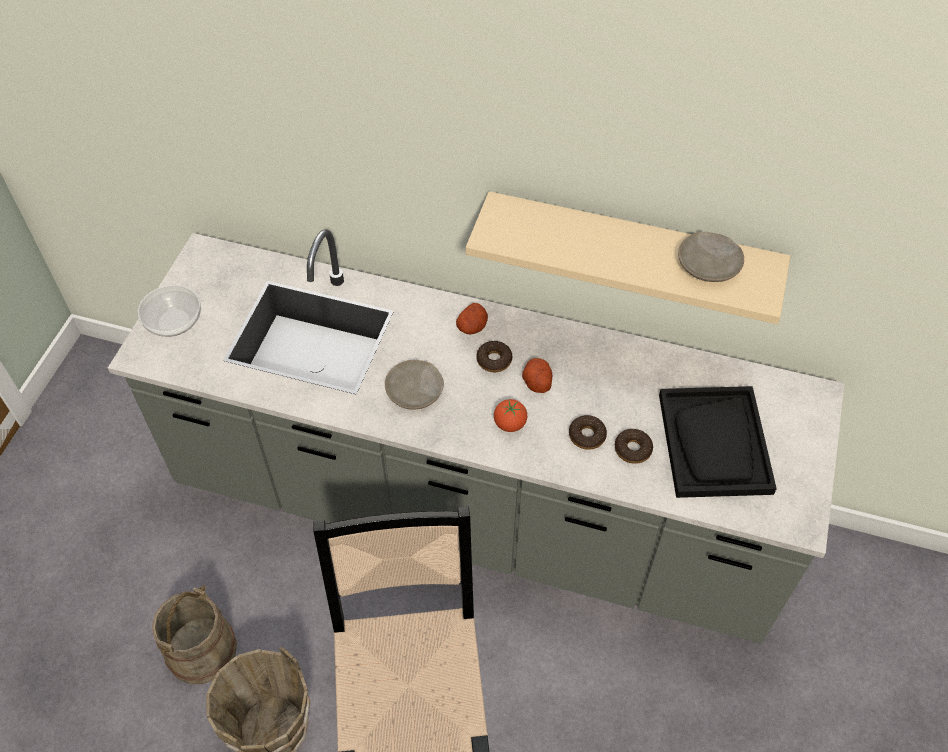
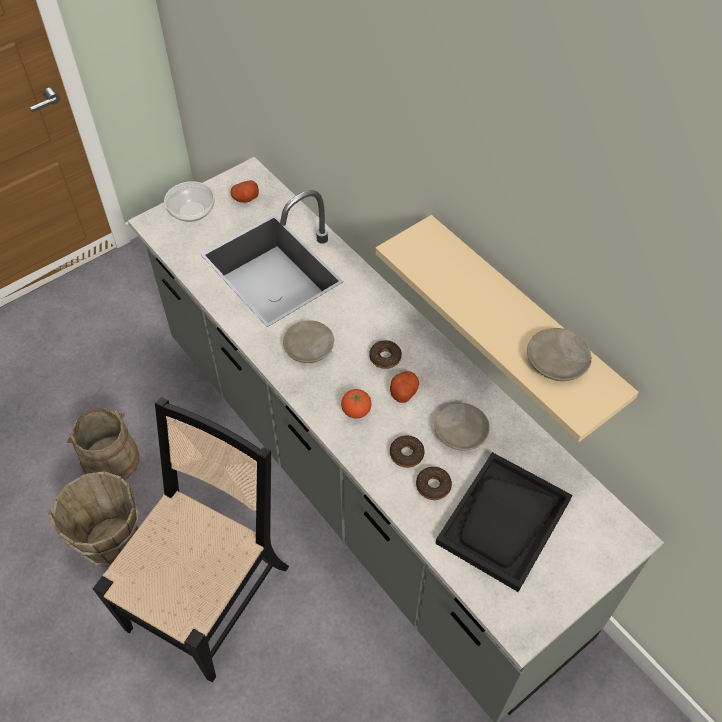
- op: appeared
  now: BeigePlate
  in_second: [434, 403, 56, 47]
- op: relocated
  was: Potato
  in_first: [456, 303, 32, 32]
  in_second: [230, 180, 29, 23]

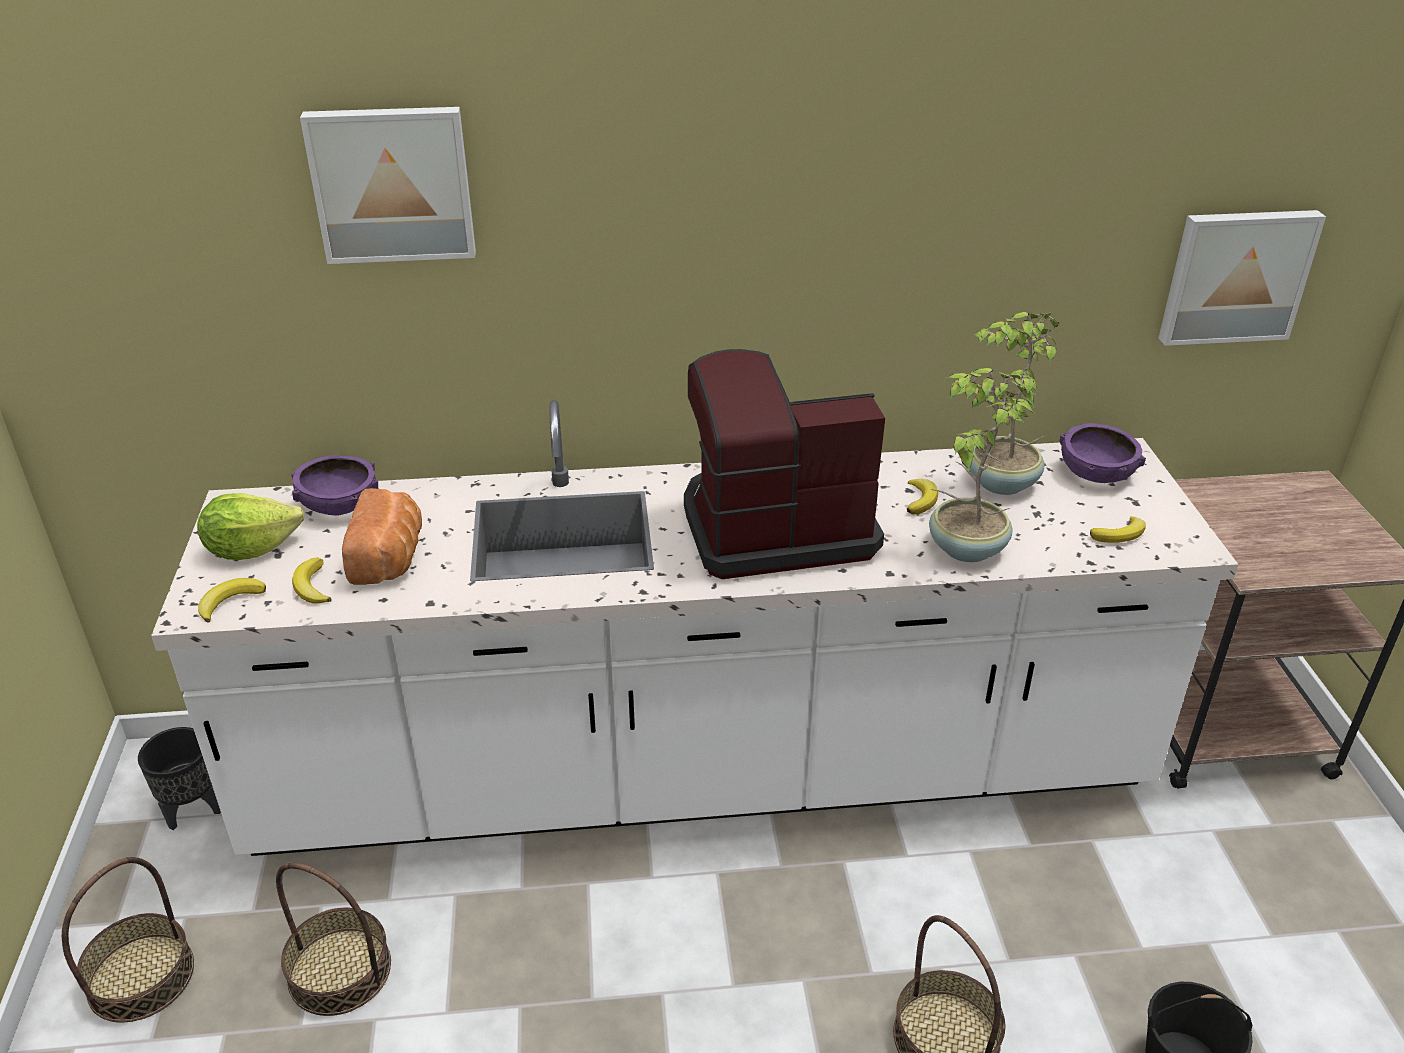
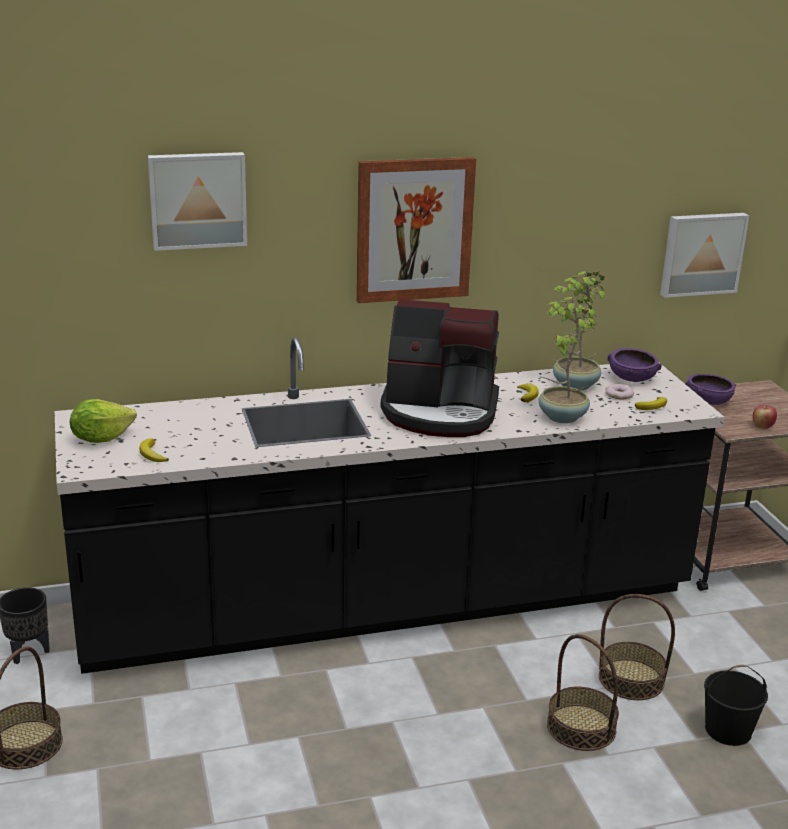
- op: missing
  was: Banana
  in_first: [198, 578, 68, 45]
- op: missing
  was: Bread
  in_first: [342, 488, 80, 97]
- op: appeared
  now: Picture
  in_second: [356, 157, 120, 146]
- op: appeared
  now: Donut
  in_second: [605, 384, 29, 15]
- op: appeared
  now: Apple
  in_second: [753, 405, 24, 24]
- op: relocated
  was: Basket
  in_first: [276, 862, 115, 154]
  in_second: [599, 594, 76, 106]
- op: relocated
  was: PurpleBowl
  in_first: [292, 455, 86, 61]
  in_second: [685, 374, 51, 31]
- op: colour
  was: WhiteCounter
  now: BlackCounter
  in_first: [151, 400, 1087, 456]
  in_second: [55, 337, 670, 337]
- op: spun
  was: CoffeeMachine
  in_first: [684, 349, 201, 230]
  in_second: [381, 299, 118, 138]
  clockwise: -150

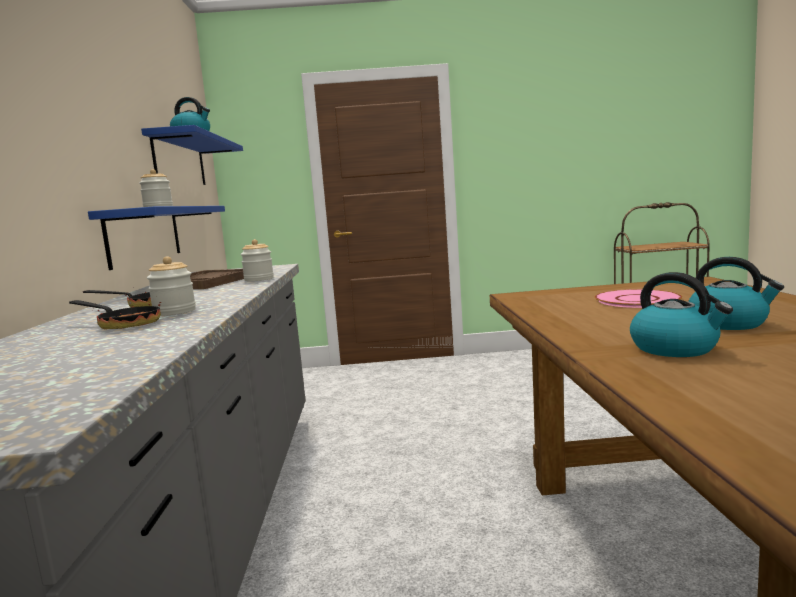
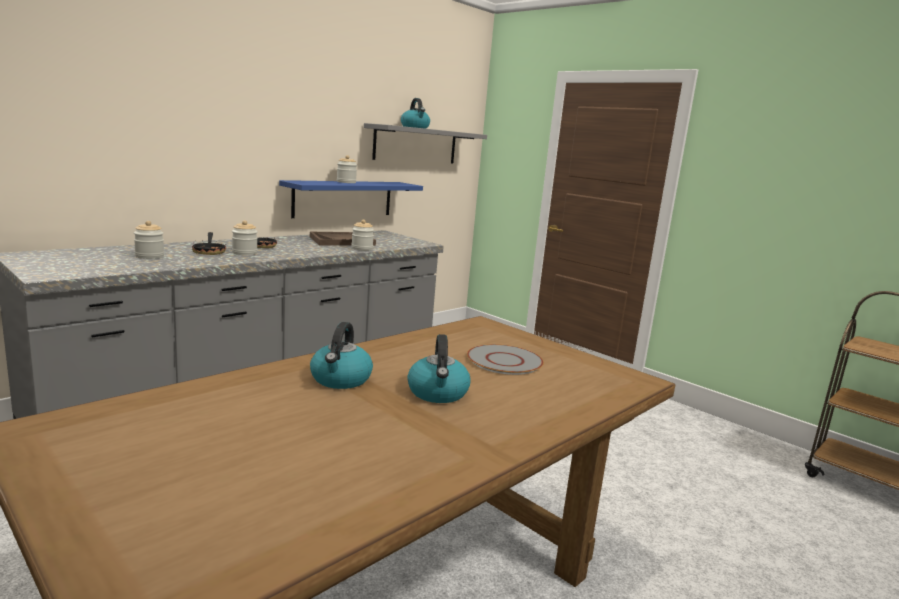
- op: appeared
  now: Jar
  in_second: [134, 221, 30, 38]
- op: colour
  was: BlueShelf
  now: GreyShelf
  in_first: [141, 125, 102, 60]
  in_second: [364, 123, 123, 40]
- op: colour
  was: PinkPlate
  now: GreyPlate
  in_first: [595, 289, 87, 19]
  in_second: [467, 344, 77, 31]

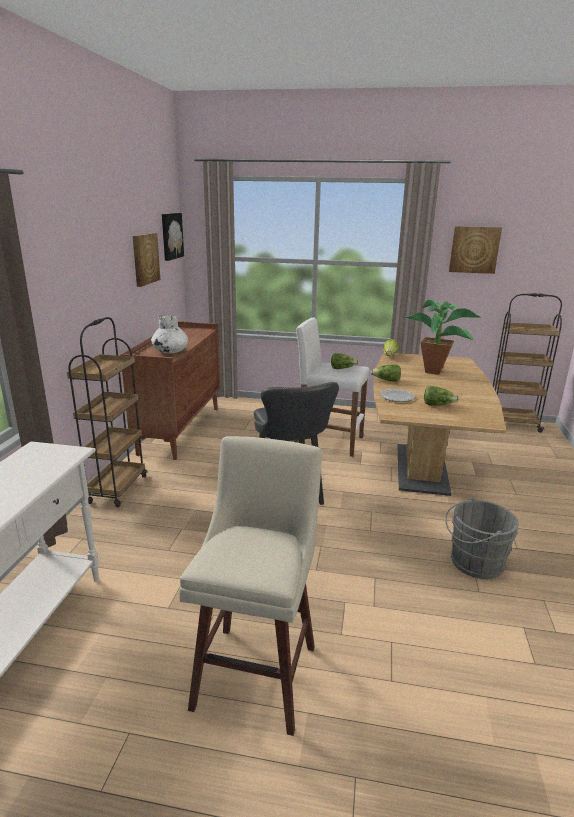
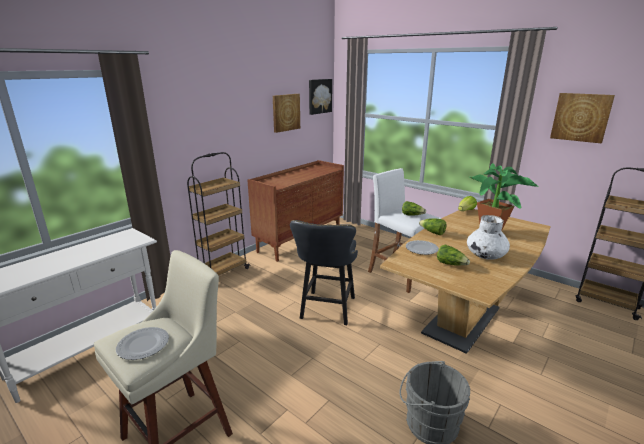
- op: appeared
  now: Plate
  in_second: [116, 327, 53, 33]
- op: relocated
  was: WhiteVase
  in_first: [151, 314, 37, 39]
  in_second: [467, 215, 43, 45]

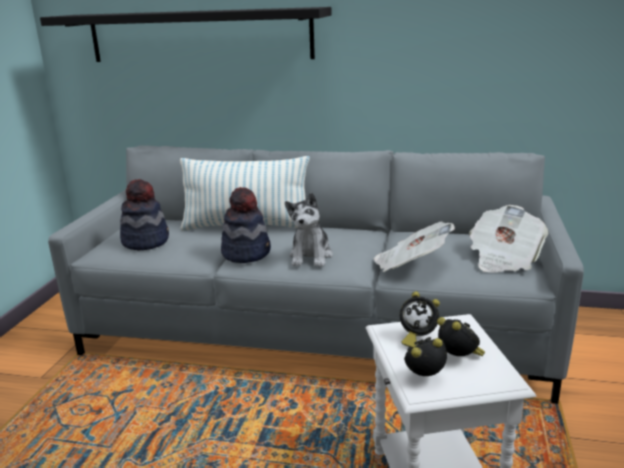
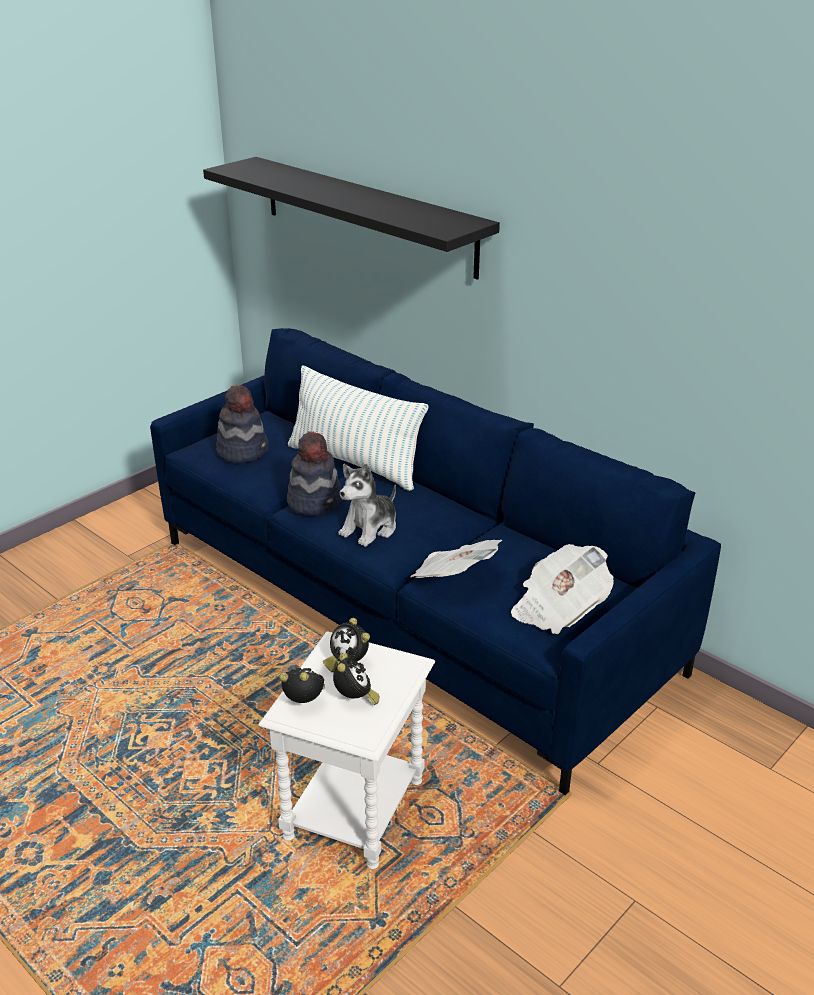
- op: colour
  was: GreySofa
  now: BlueSofa
  in_first: [48, 145, 536, 259]
  in_second: [150, 328, 571, 467]

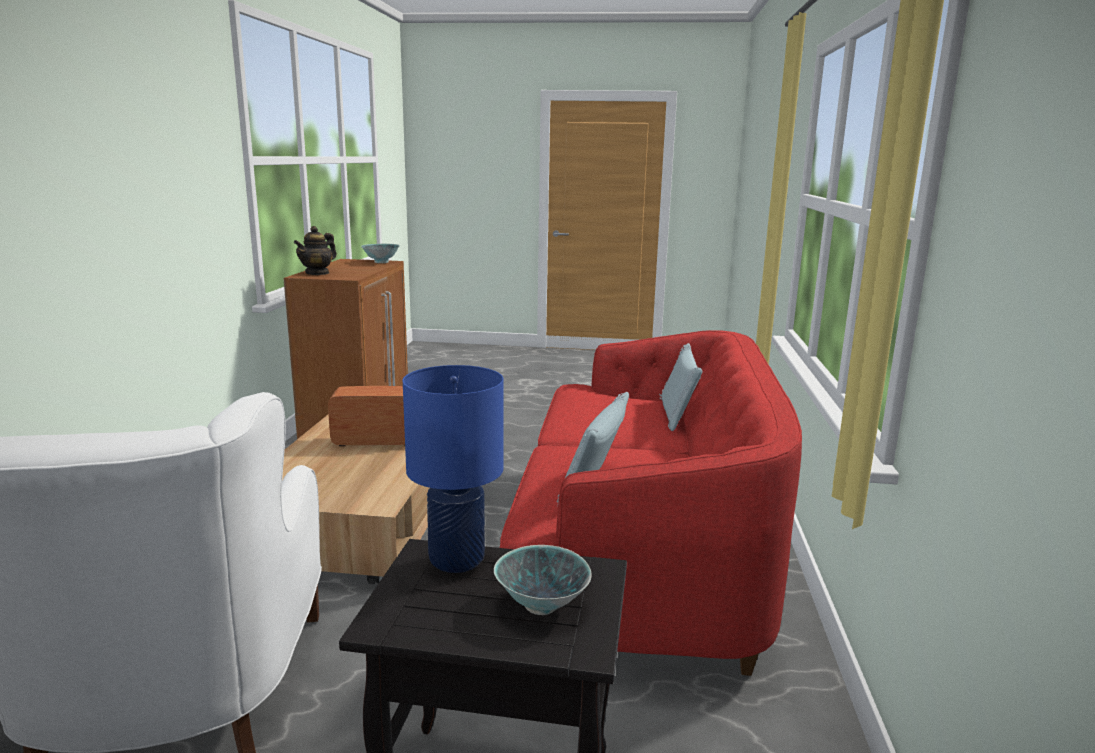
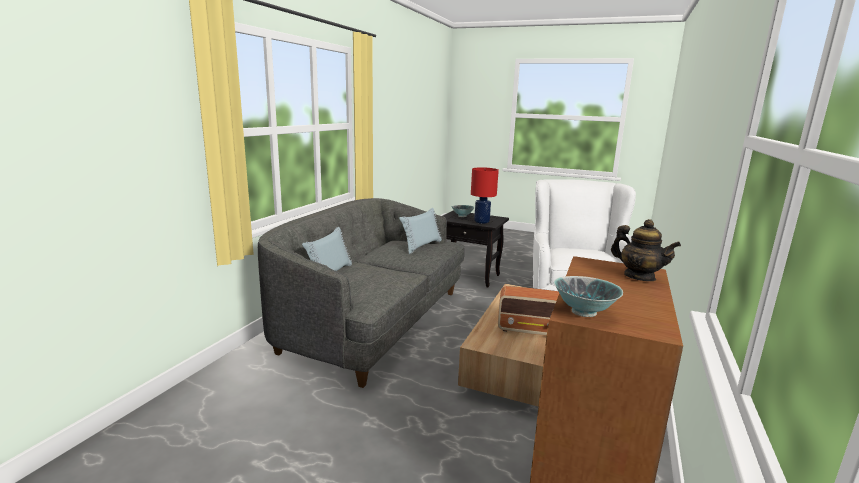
- op: colour
  was: BlueTableLamp
  now: RedTableLamp
  in_first: [403, 365, 101, 208]
  in_second: [471, 167, 28, 57]
- op: colour
  was: RedSofa
  now: GreySofa
  in_first: [500, 330, 302, 346]
  in_second: [258, 198, 206, 190]
- op: spun
  was: Teapot
  in_first: [294, 226, 43, 49]
  in_second: [611, 219, 70, 62]
  clockwise: 90

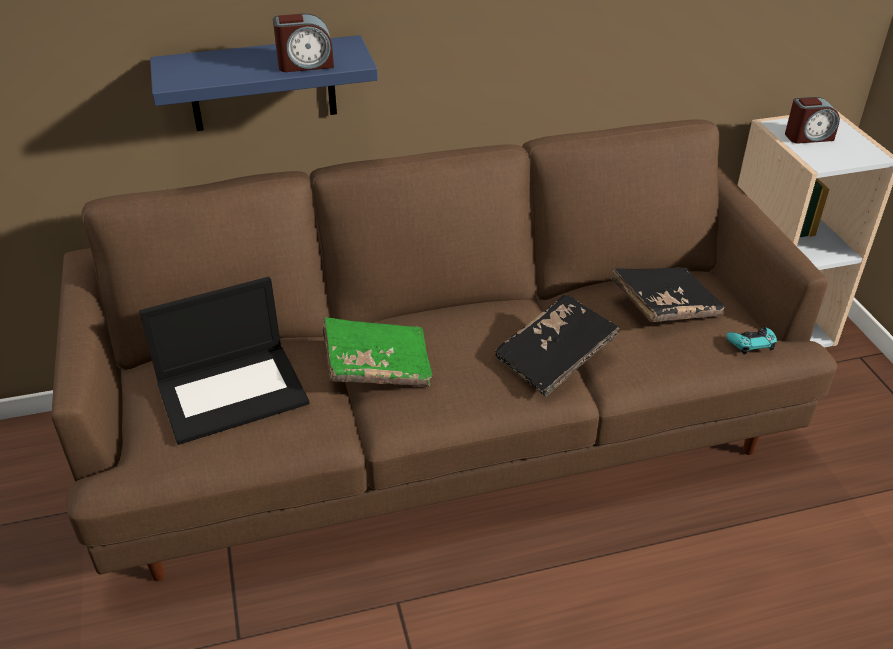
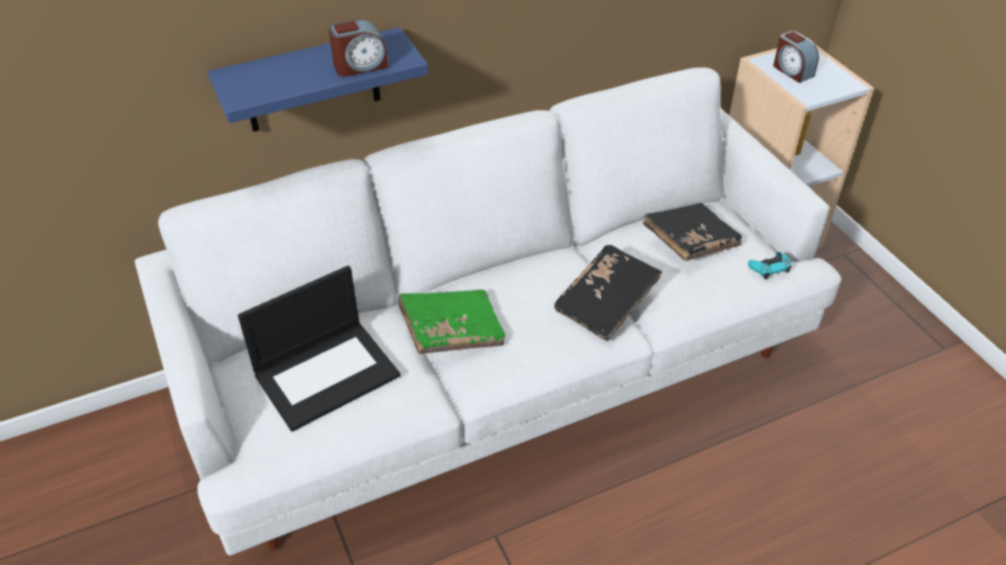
- op: colour
  was: BrownSofa
  now: WhiteSofa
  in_first: [52, 119, 785, 462]
  in_second: [135, 67, 706, 489]
- op: spun
  was: AlarmClock
  in_first: [785, 97, 55, 46]
  in_second: [773, 31, 46, 52]
  clockwise: 75

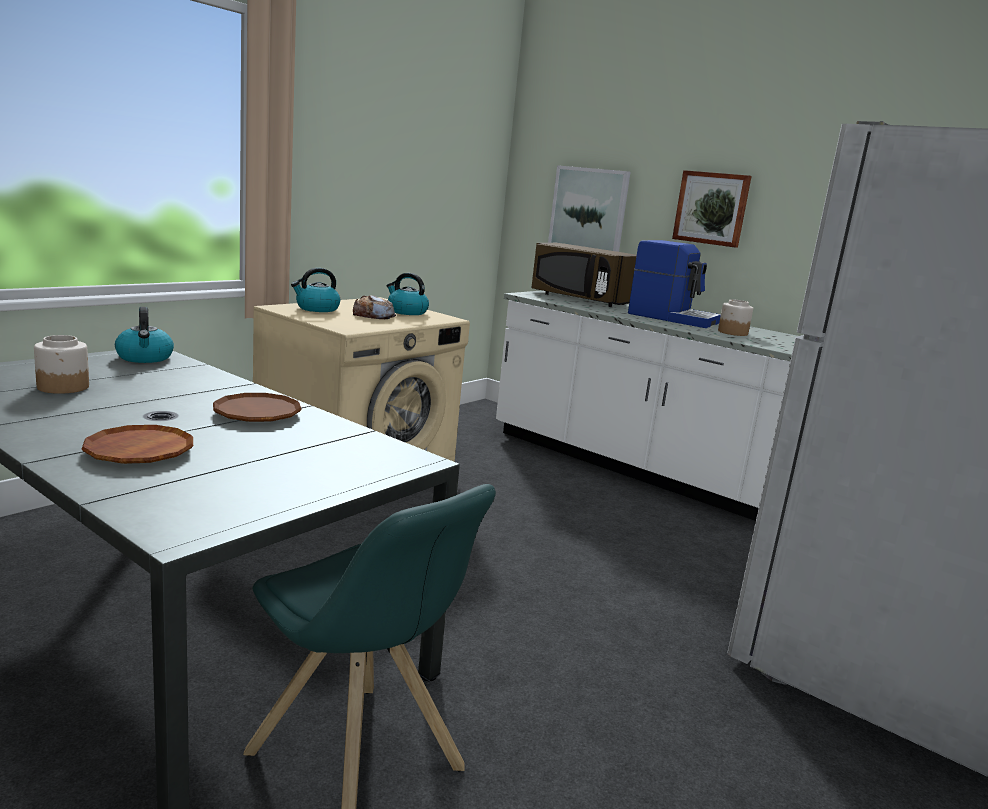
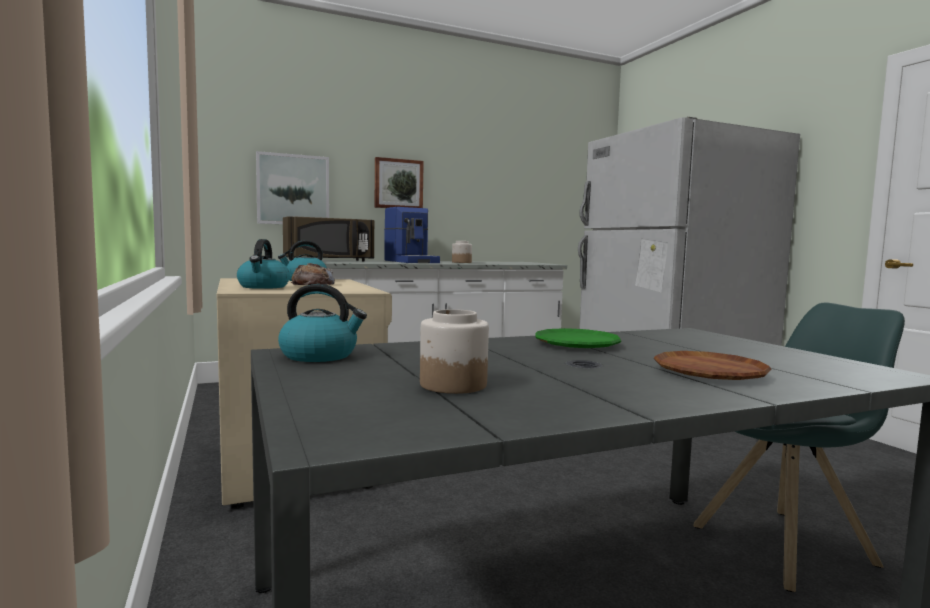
- op: colour
  was: BrownPlate
  now: GreenPlate
  in_first: [213, 393, 89, 29]
  in_second: [535, 328, 86, 20]
- op: spun
  was: CoffeeMachine
  in_first: [628, 240, 93, 88]
  in_second: [384, 207, 56, 56]
  clockwise: 90

